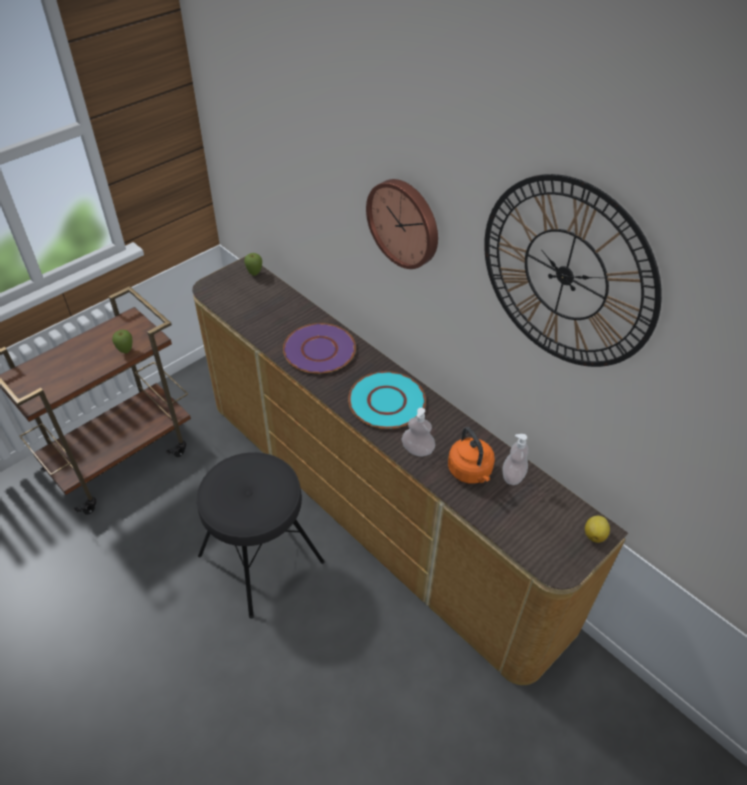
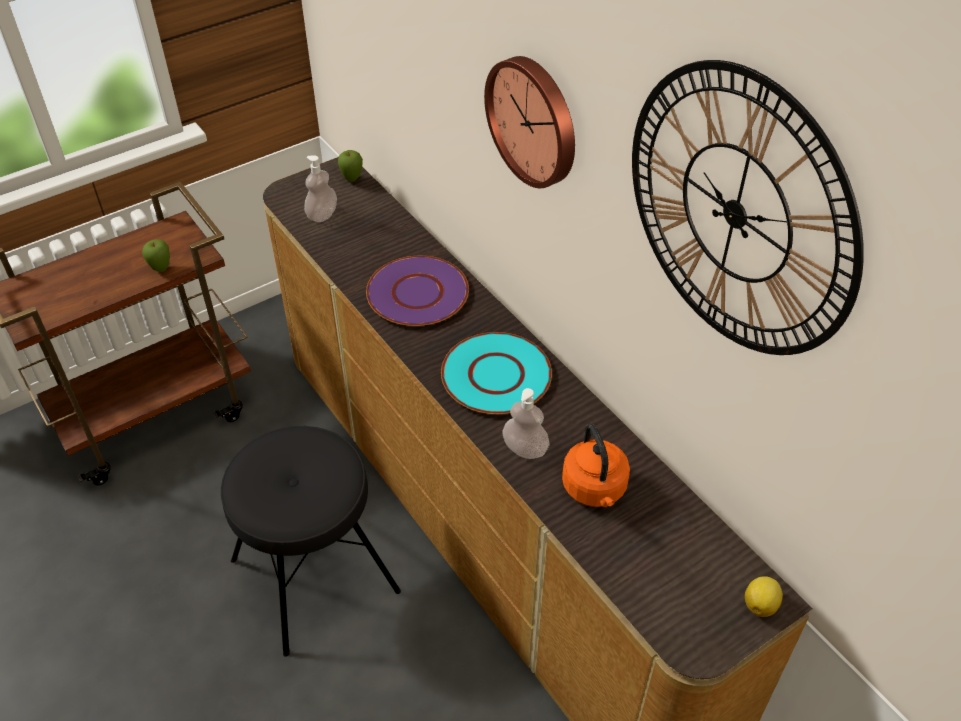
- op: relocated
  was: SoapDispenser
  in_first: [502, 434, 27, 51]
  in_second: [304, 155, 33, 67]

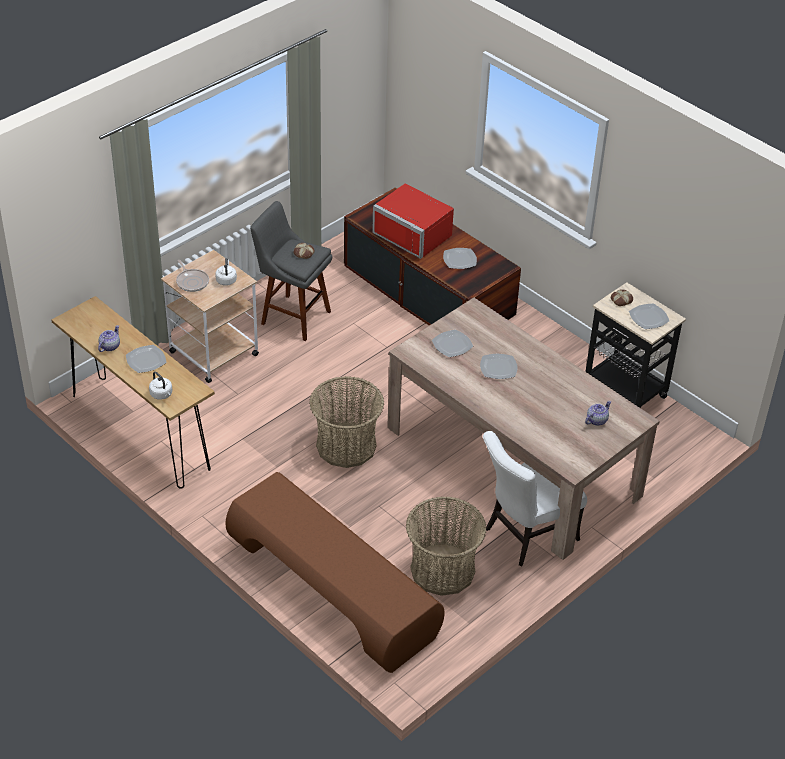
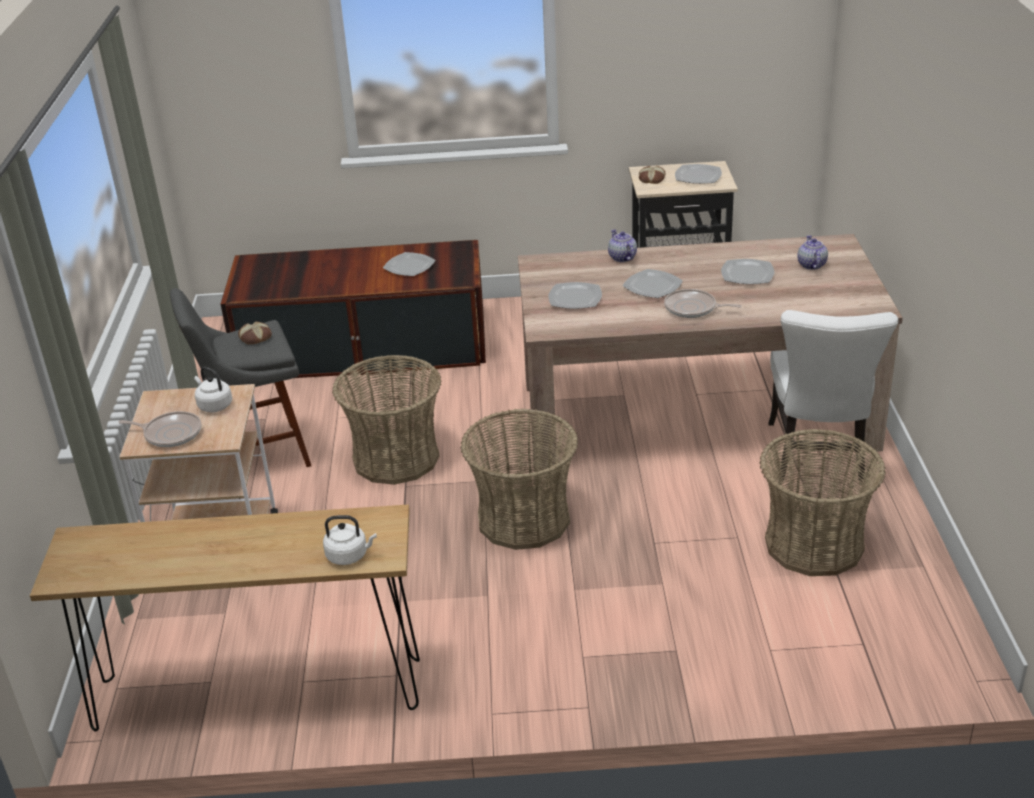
- op: missing
  was: BrownBench
  in_first: [226, 472, 219, 201]
- op: missing
  was: RedMicrowave
  in_first: [372, 183, 82, 76]
- op: appeared
  now: Basket
  in_second: [332, 355, 110, 130]
- op: appeared
  now: FryingPan
  in_second: [664, 289, 78, 29]
- op: relocated
  was: Teapot
  in_first: [98, 325, 22, 27]
  in_second: [608, 229, 29, 33]
- op: relocated
  was: Plate
  in_first: [126, 345, 40, 28]
  in_second: [721, 259, 54, 25]

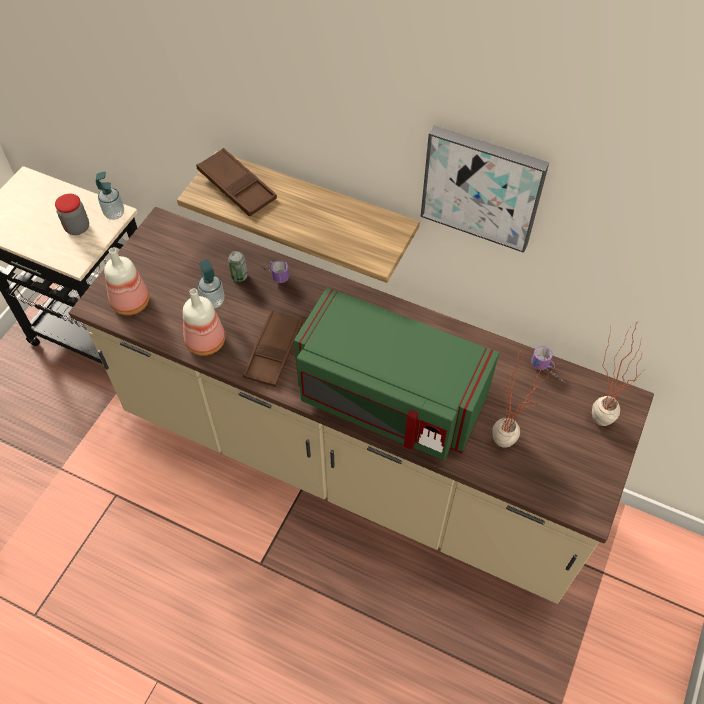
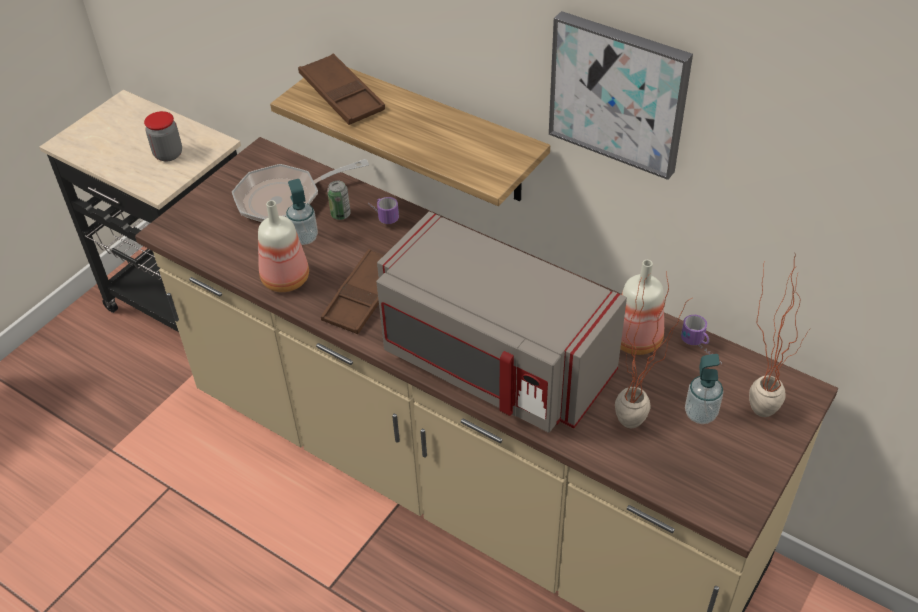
- op: appeared
  now: FryingPan
  in_second: [232, 159, 137, 64]
- op: relocated
  was: SoapDispenser
  in_first: [96, 171, 28, 49]
  in_second: [685, 354, 38, 70]
- op: relocated
  was: Bottle
  in_first: [104, 248, 45, 67]
  in_second: [620, 260, 44, 95]
- op: colour
  was: GreenMicrowave
  now: GreyMicrowave
  in_first: [294, 287, 205, 173]
  in_second: [376, 212, 251, 221]

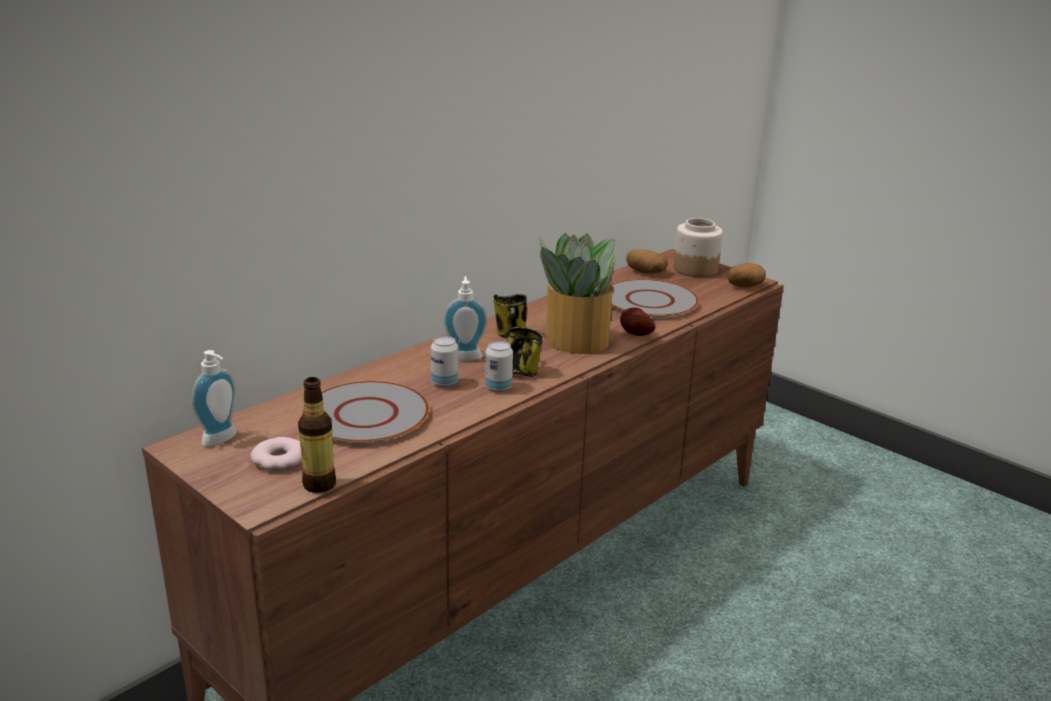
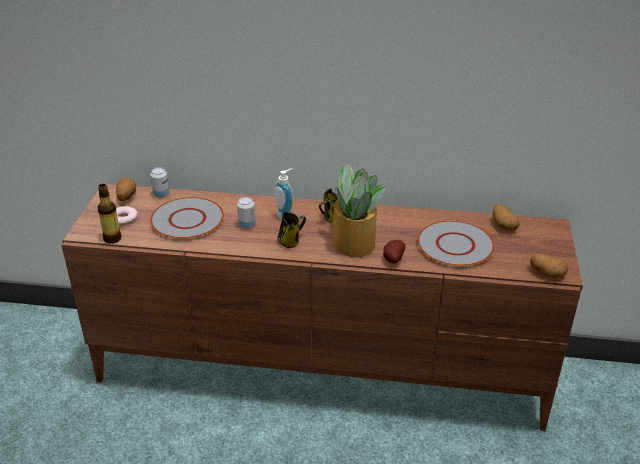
- op: missing
  was: Jar
  in_first: [673, 218, 50, 59]
- op: relocated
  was: Can
  in_first: [485, 341, 28, 51]
  in_second: [150, 167, 19, 31]
- op: exchanged
  was: SoapDispenser
  now: Potato
  in_first: [192, 350, 45, 97]
  in_second: [116, 178, 20, 23]

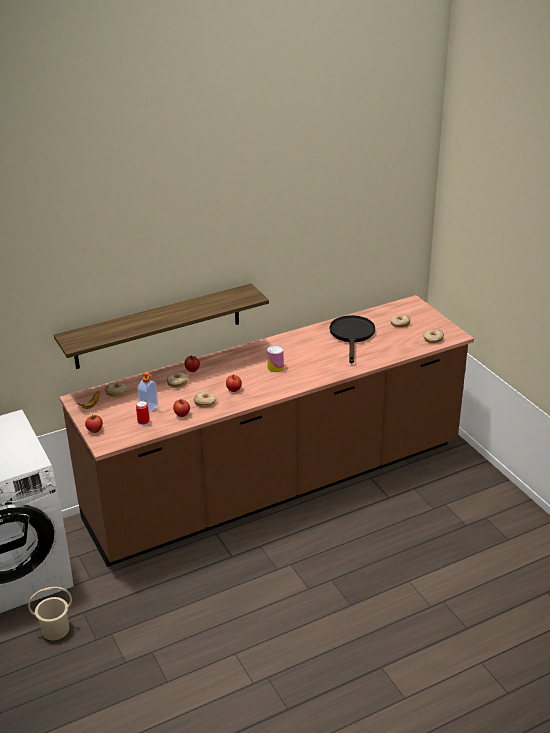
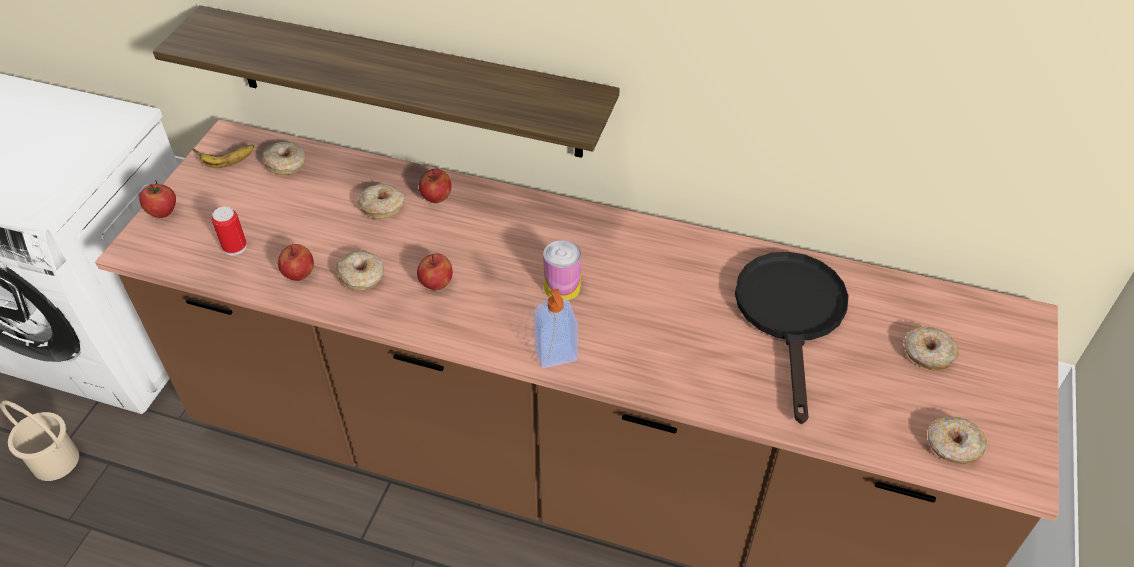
- op: relocated
  was: SoapDispenser
  in_first: [138, 373, 20, 40]
  in_second: [534, 289, 44, 79]
- op: spun
  was: BlackFryingPan
  in_first: [330, 315, 45, 48]
  in_second: [735, 252, 114, 172]
  clockwise: -45

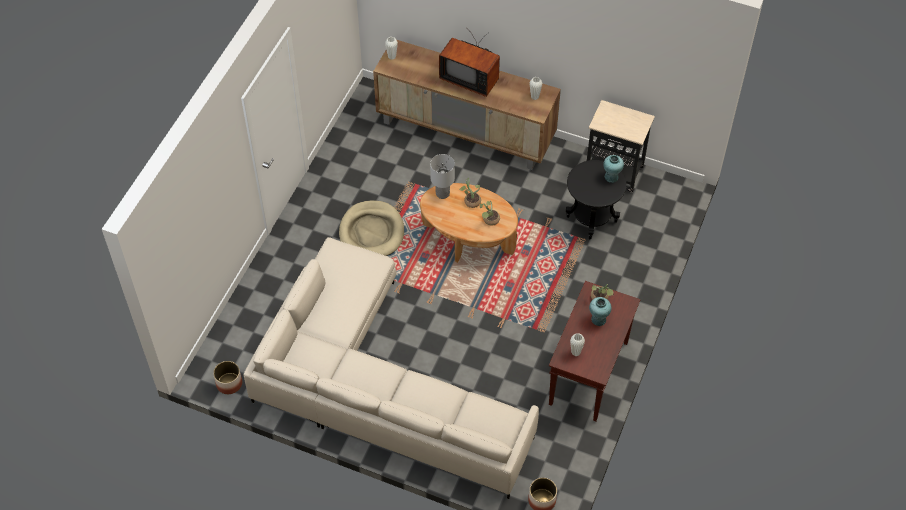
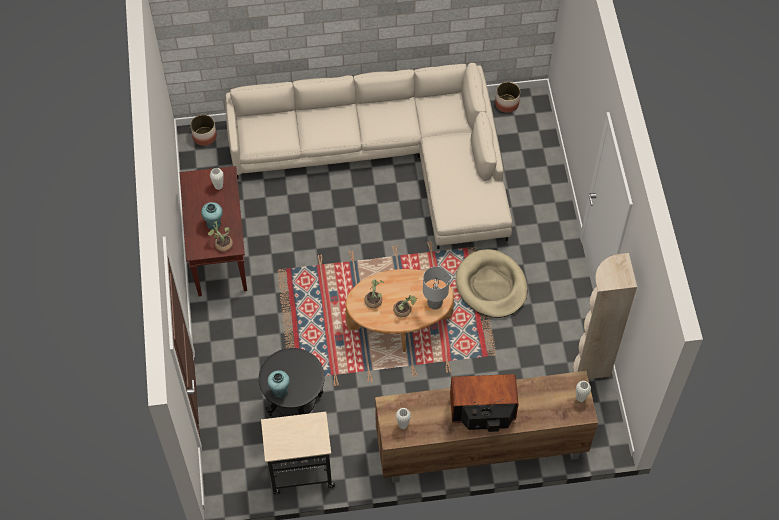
- op: appeared
  now: BeigeBookcase
  in_second: [573, 253, 64, 126]

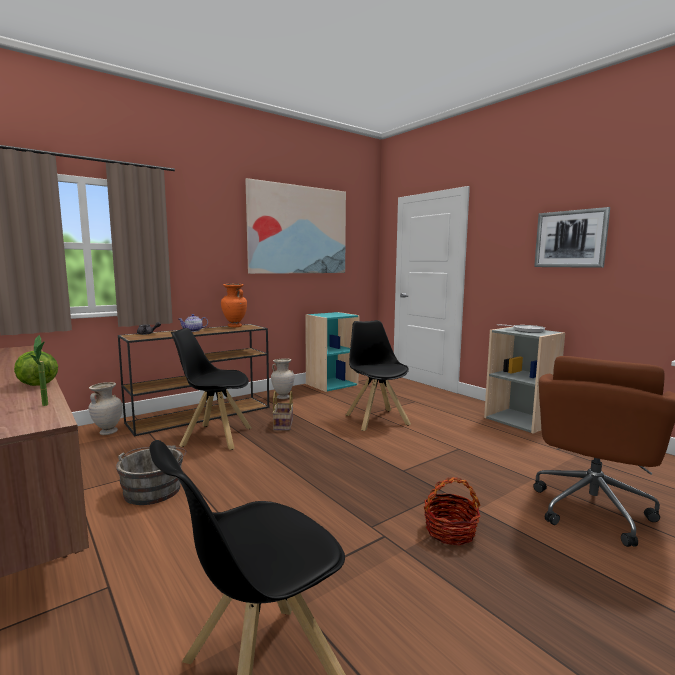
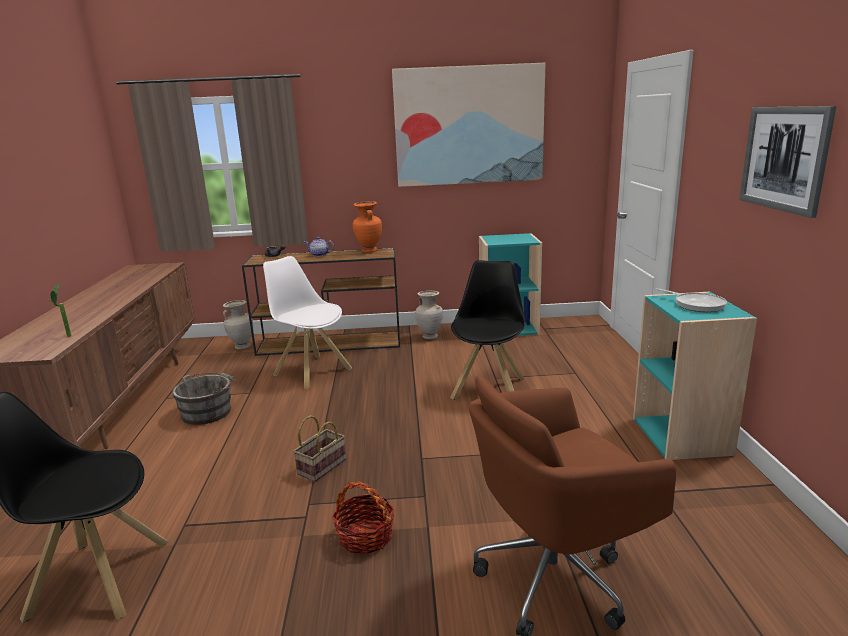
- op: missing
  was: Lettuce
  in_first: [14, 351, 44, 35]
- op: relocated
  was: Basket
  in_first: [273, 391, 20, 40]
  in_second: [293, 415, 53, 67]
- op: colour
  was: BlackChair
  now: WhiteChair
  in_first: [171, 328, 81, 122]
  in_second: [263, 256, 89, 133]
- op: colour
  was: GreyBookcase
  now: TurquoiseBookcase
  in_first: [484, 327, 81, 107]
  in_second: [633, 292, 124, 168]

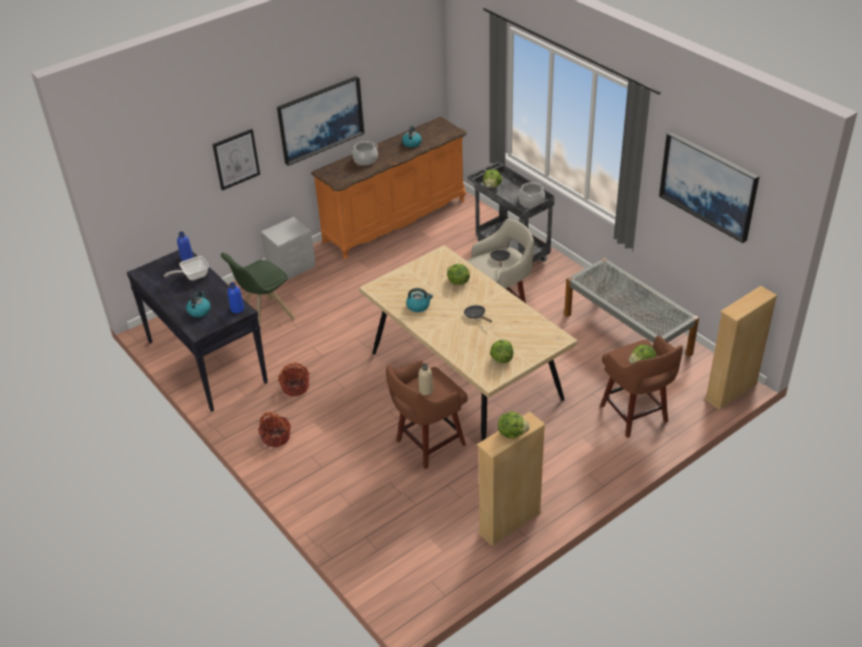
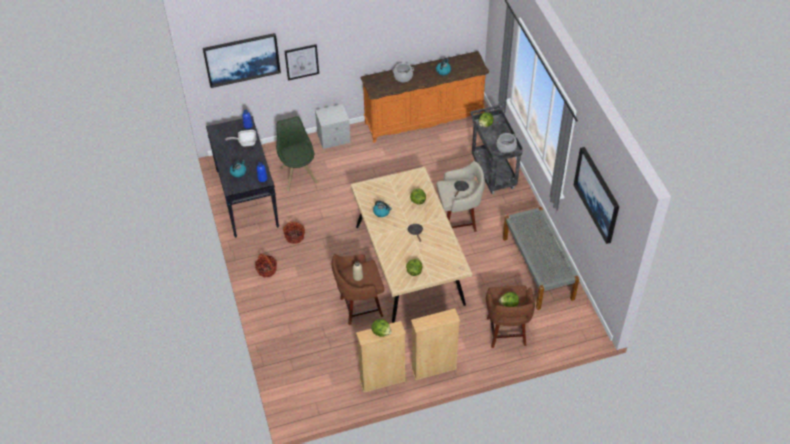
- op: relocated
  was: Picture
  in_first: [277, 76, 87, 90]
  in_second: [203, 33, 78, 55]
- op: relocated
  was: BeigeBookcase
  in_first: [704, 286, 74, 124]
  in_second: [411, 308, 49, 73]
- op: spun
  was: GreenChair
  in_first: [221, 253, 74, 73]
  in_second: [276, 116, 42, 75]
  clockwise: 90

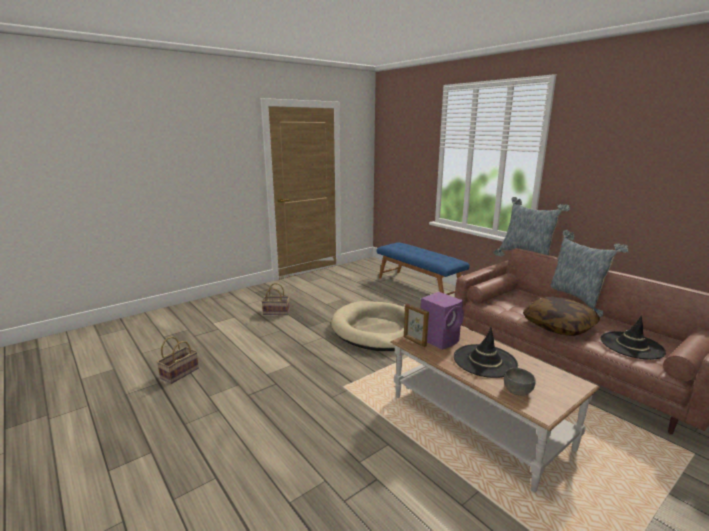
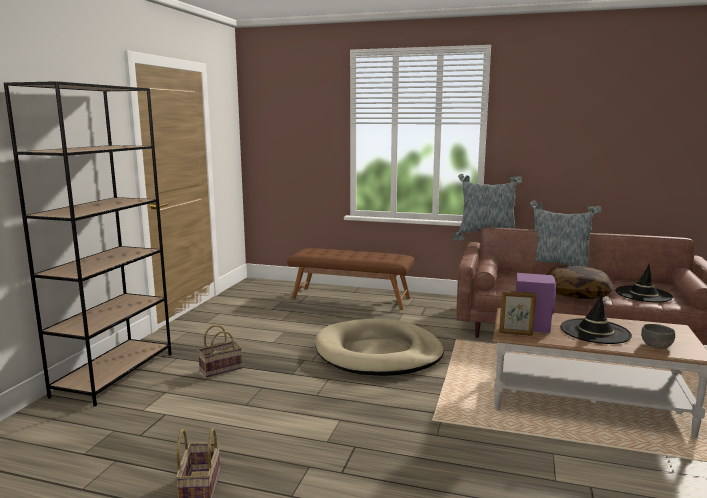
- op: appeared
  now: BeigeBookcase
  in_second: [4, 81, 168, 325]
- op: colour
  was: BlueBench
  now: BrownBench
  in_first: [377, 243, 93, 52]
  in_second: [287, 248, 127, 62]

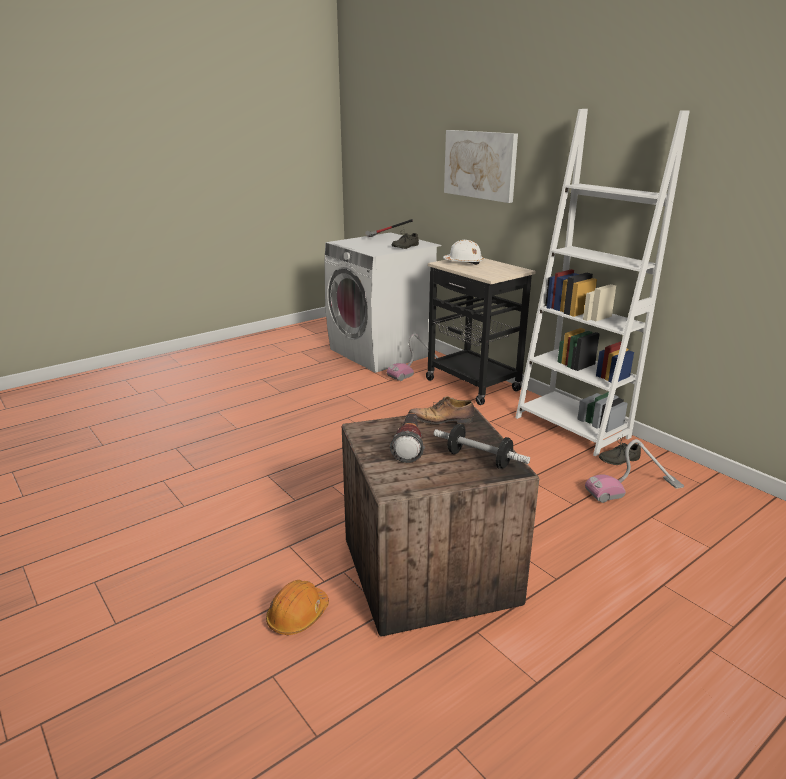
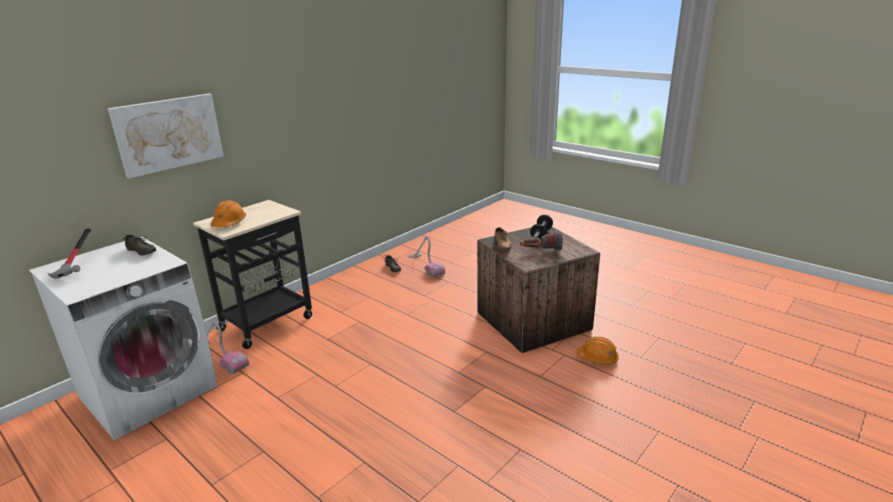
- op: missing
  was: WhiteBookcase
  in_first: [515, 109, 175, 347]
- op: colour
  was: WhiteHardHat
  now: OrangeHardHat
  in_first: [443, 240, 40, 25]
  in_second: [210, 200, 36, 27]

